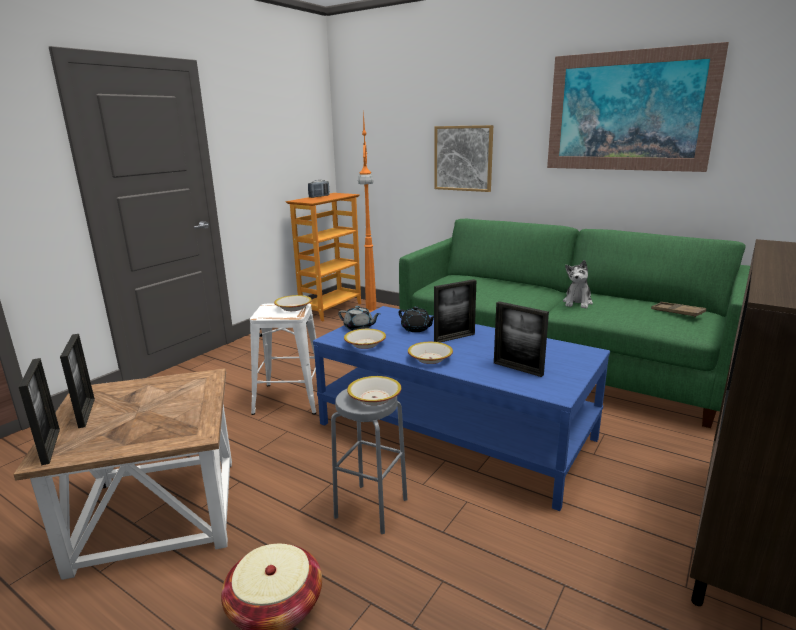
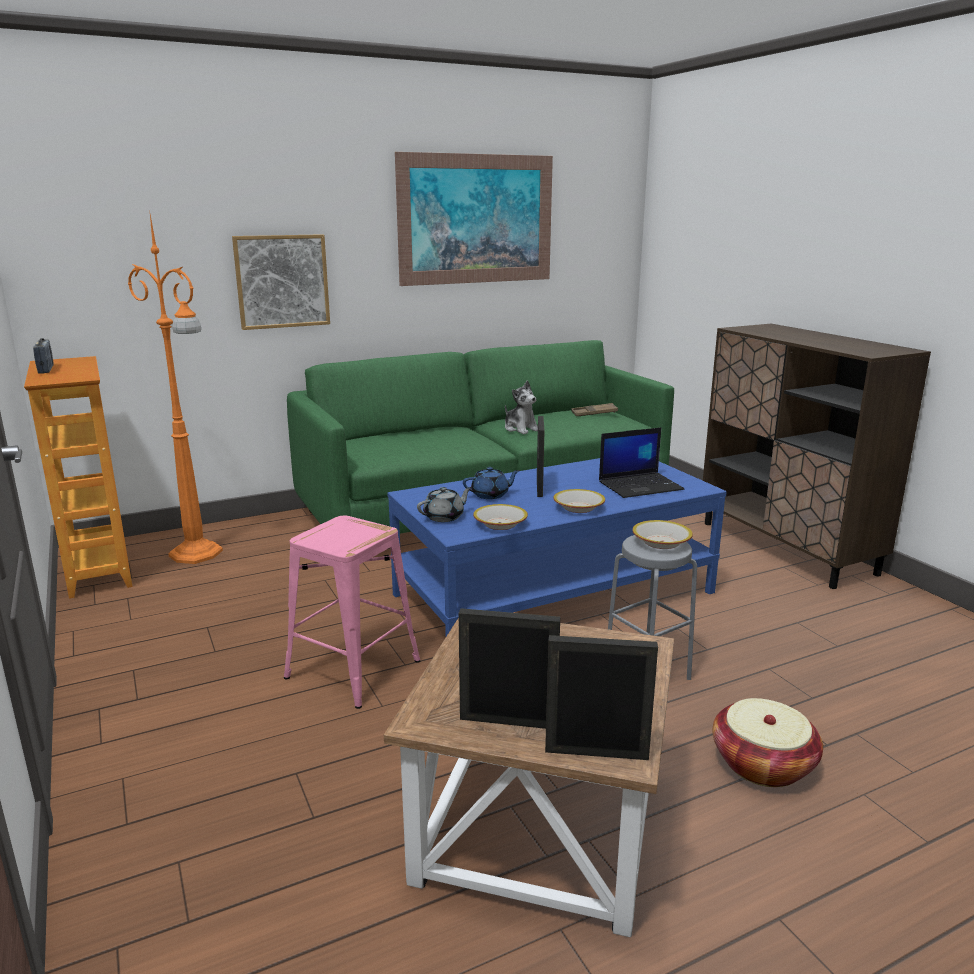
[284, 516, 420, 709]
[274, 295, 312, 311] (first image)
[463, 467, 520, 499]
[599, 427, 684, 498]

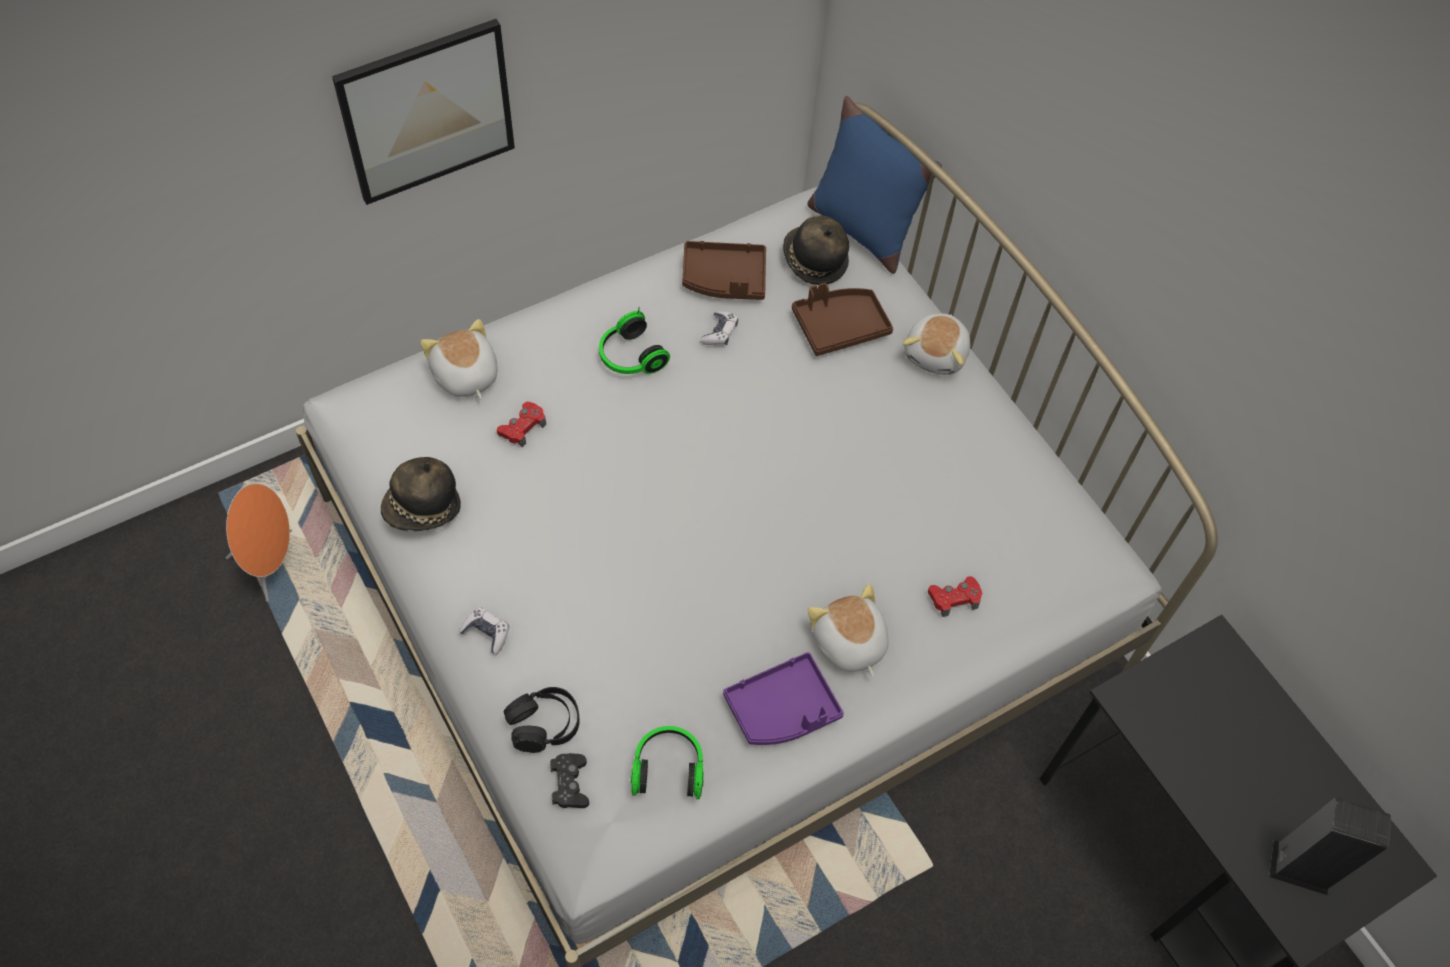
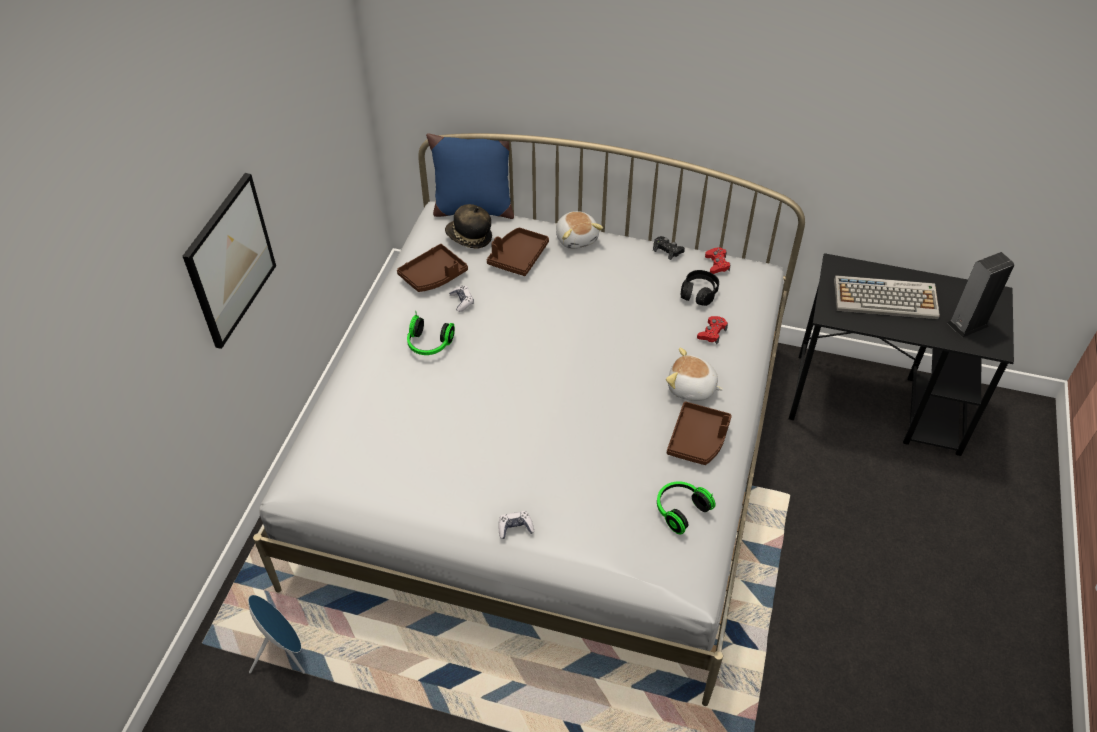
[248, 595, 305, 674]
[381, 457, 461, 531] (first image)
[420, 319, 498, 399] (first image)
[705, 247, 730, 274]
[681, 270, 719, 306]
[653, 236, 685, 260]
[667, 402, 732, 465]
[834, 275, 940, 319]

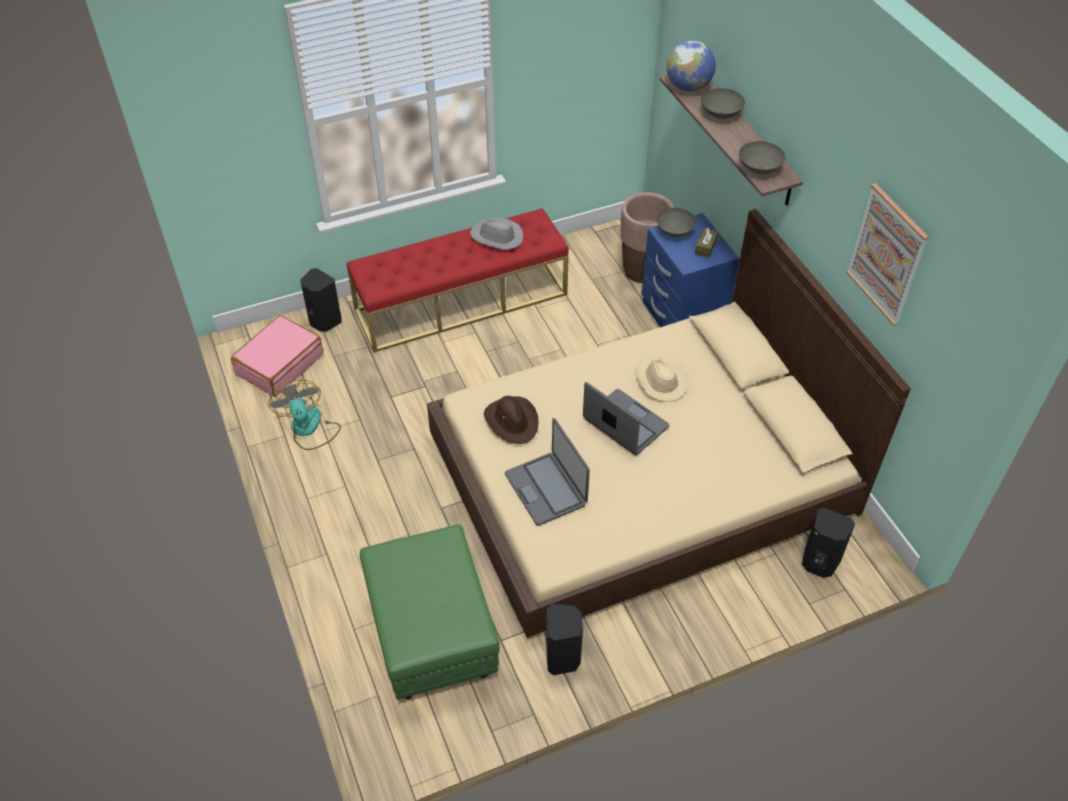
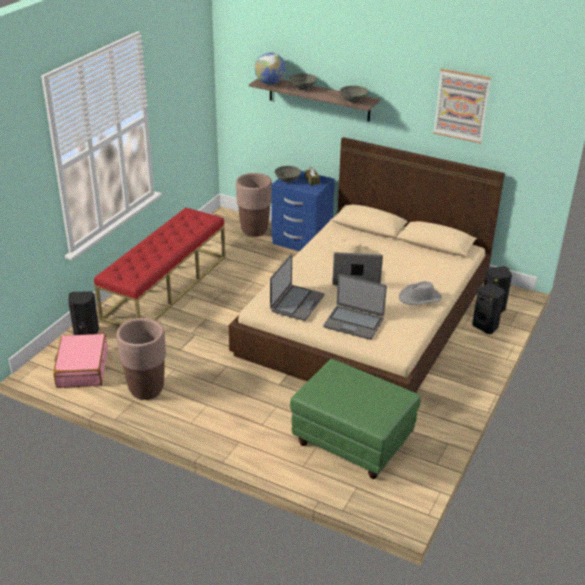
[116, 318, 166, 400]
[399, 281, 442, 305]
[270, 254, 324, 321]
[472, 284, 505, 334]

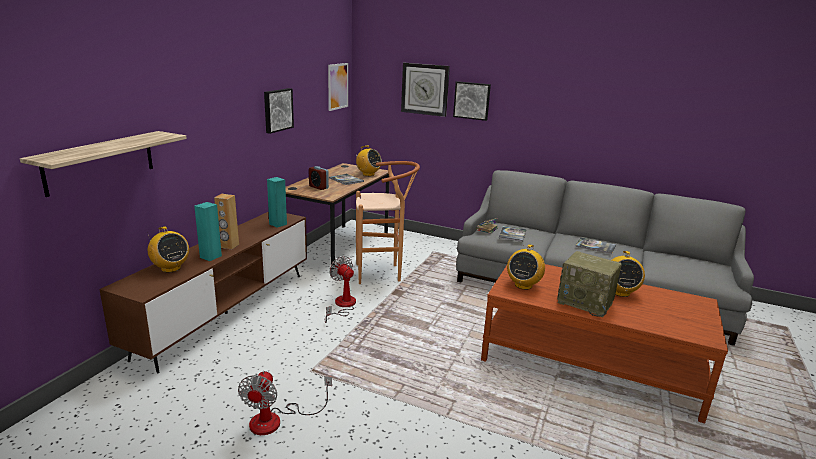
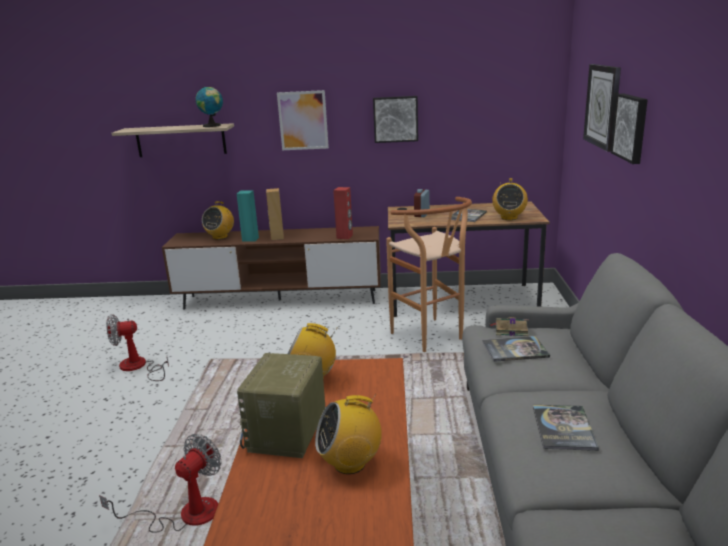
[333, 187, 353, 239]
[99, 434, 222, 533]
[277, 90, 329, 150]
[196, 87, 223, 127]

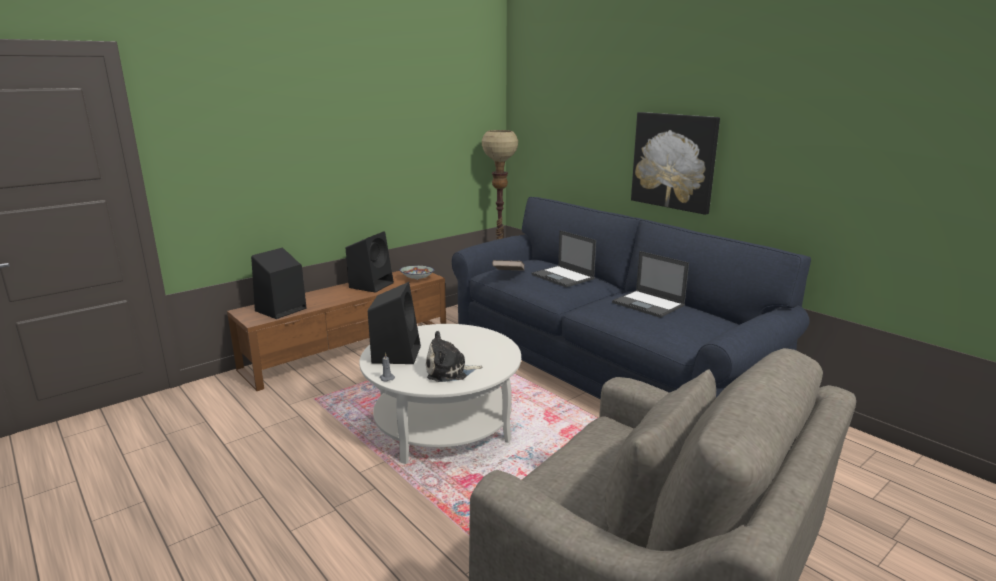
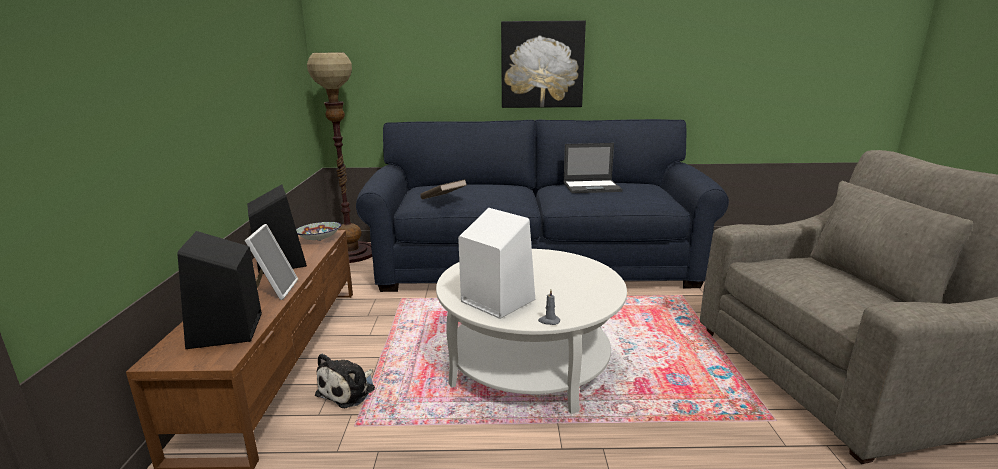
[458, 208, 535, 319]
[315, 353, 375, 408]
[532, 230, 596, 287] (first image)
[245, 224, 298, 300]

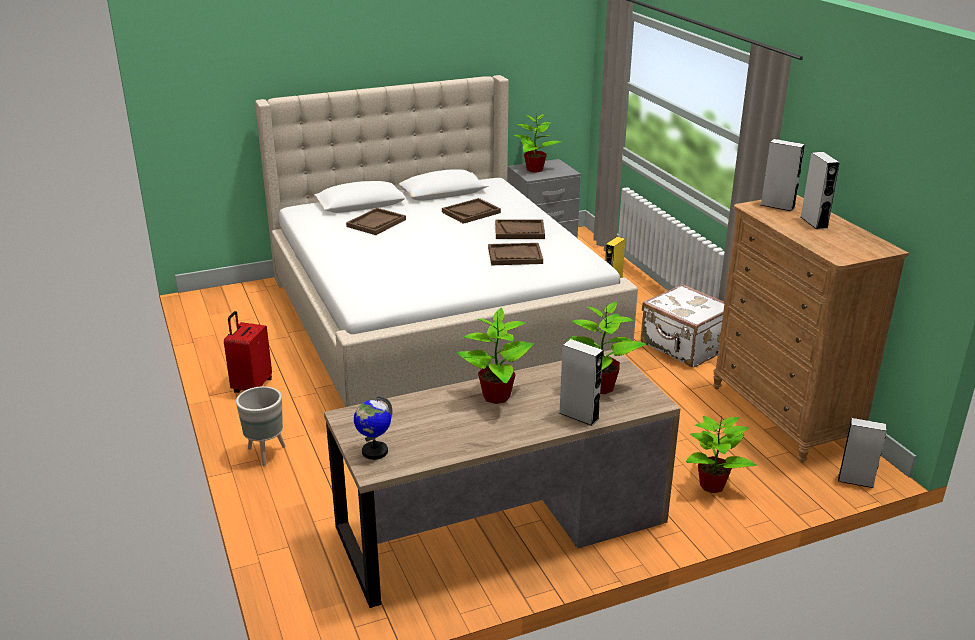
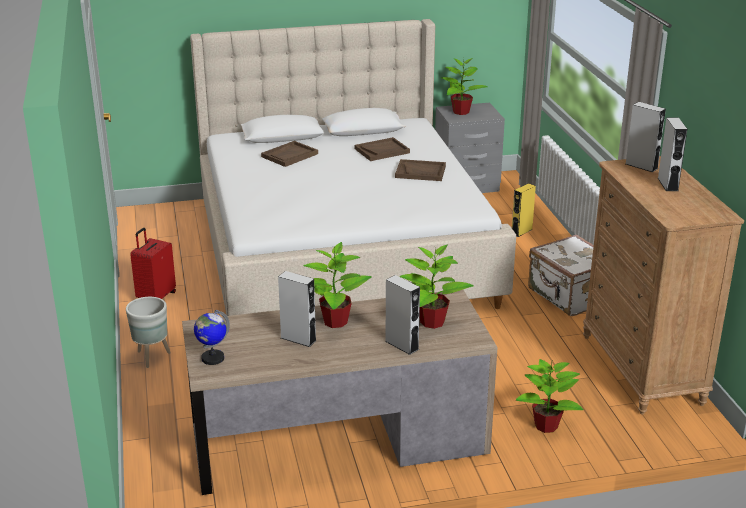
[488, 243, 543, 265] (first image)
[278, 271, 317, 347]

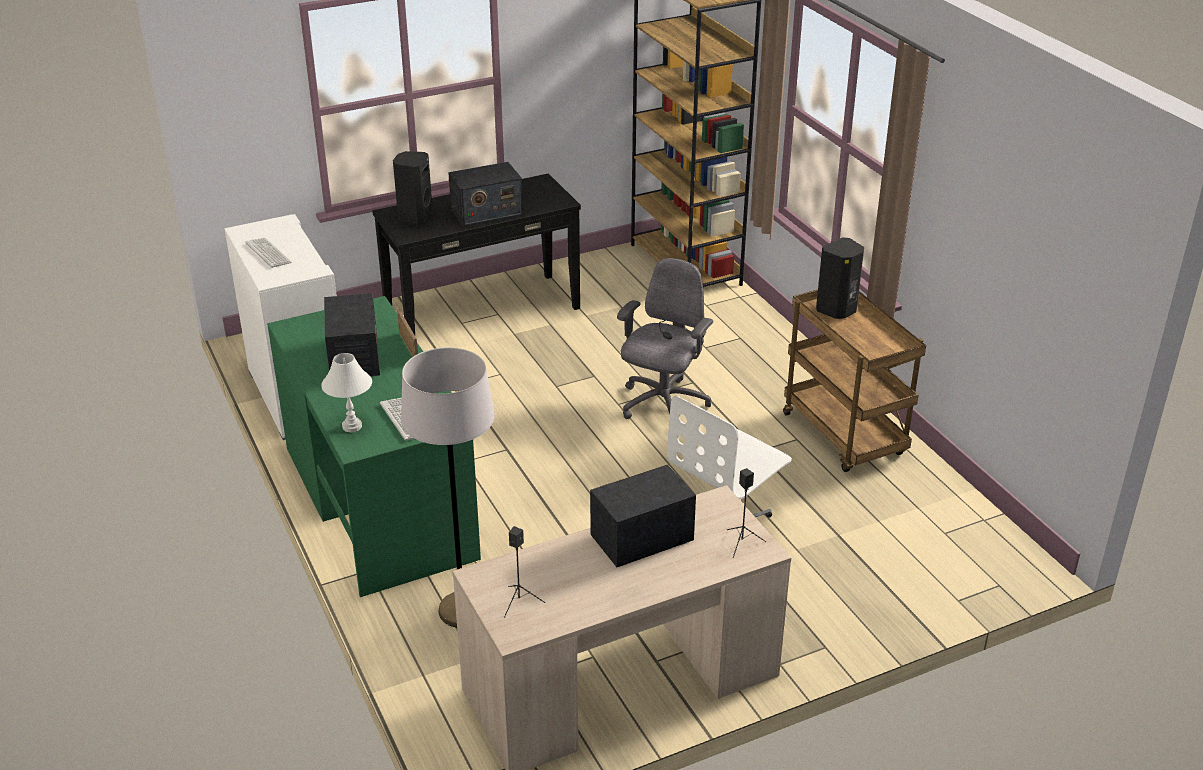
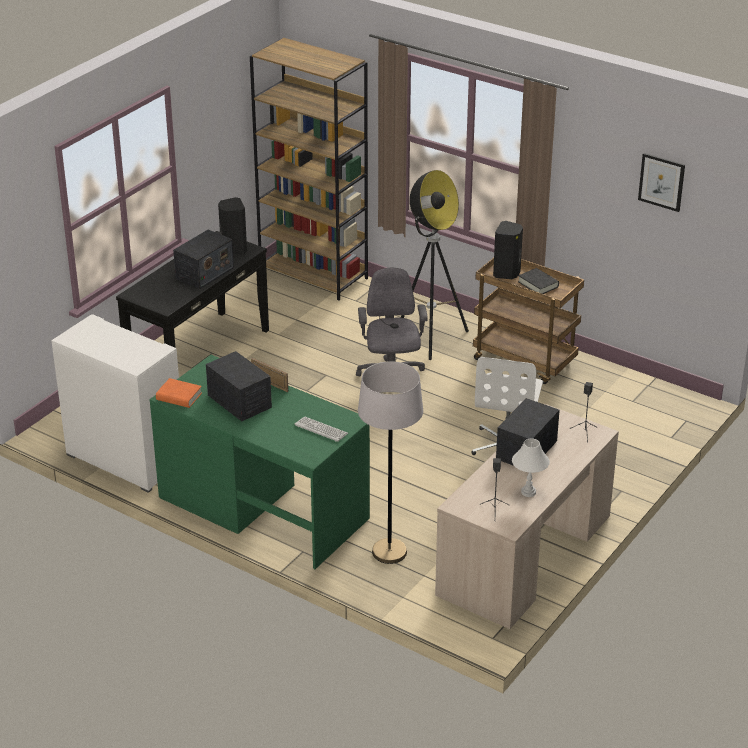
[245, 238, 292, 268] (first image)
[512, 438, 550, 497]
[218, 197, 247, 254]
[156, 378, 202, 408]
[401, 170, 469, 360]
[518, 268, 559, 294]
[638, 153, 685, 212]

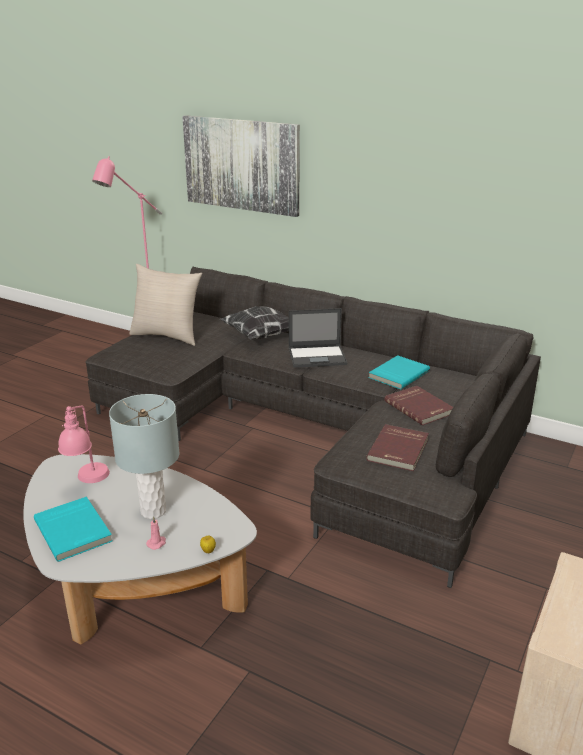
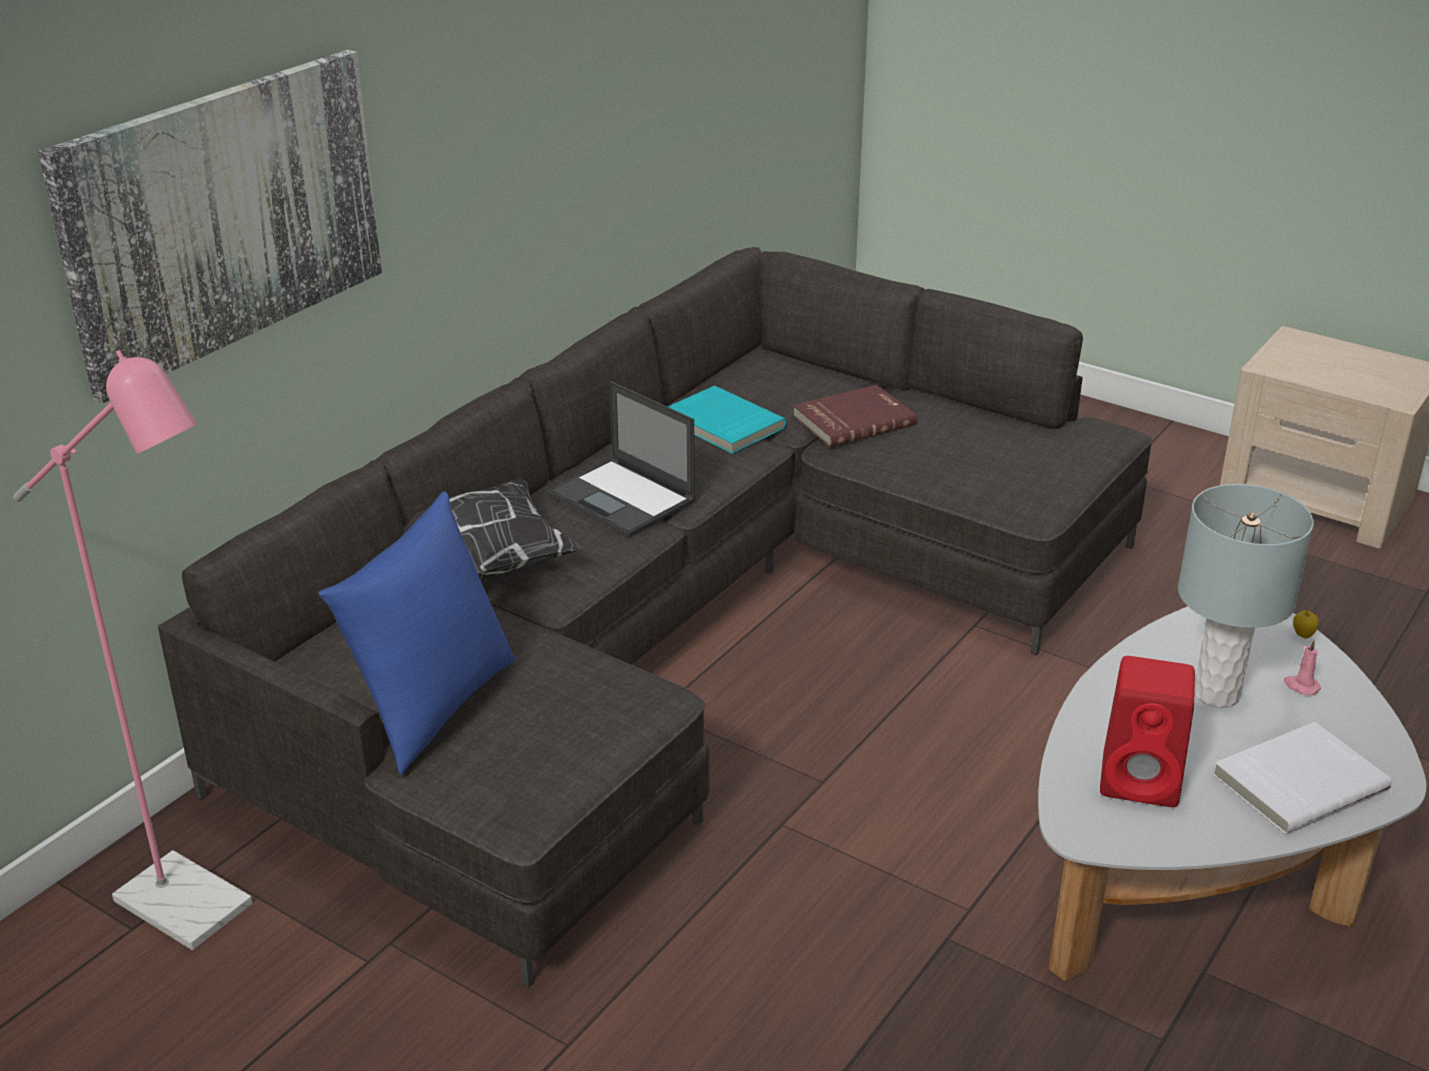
[1213, 722, 1391, 835]
[1100, 656, 1195, 807]
[318, 491, 515, 775]
[549, 381, 696, 537]
[366, 424, 429, 471] (first image)

